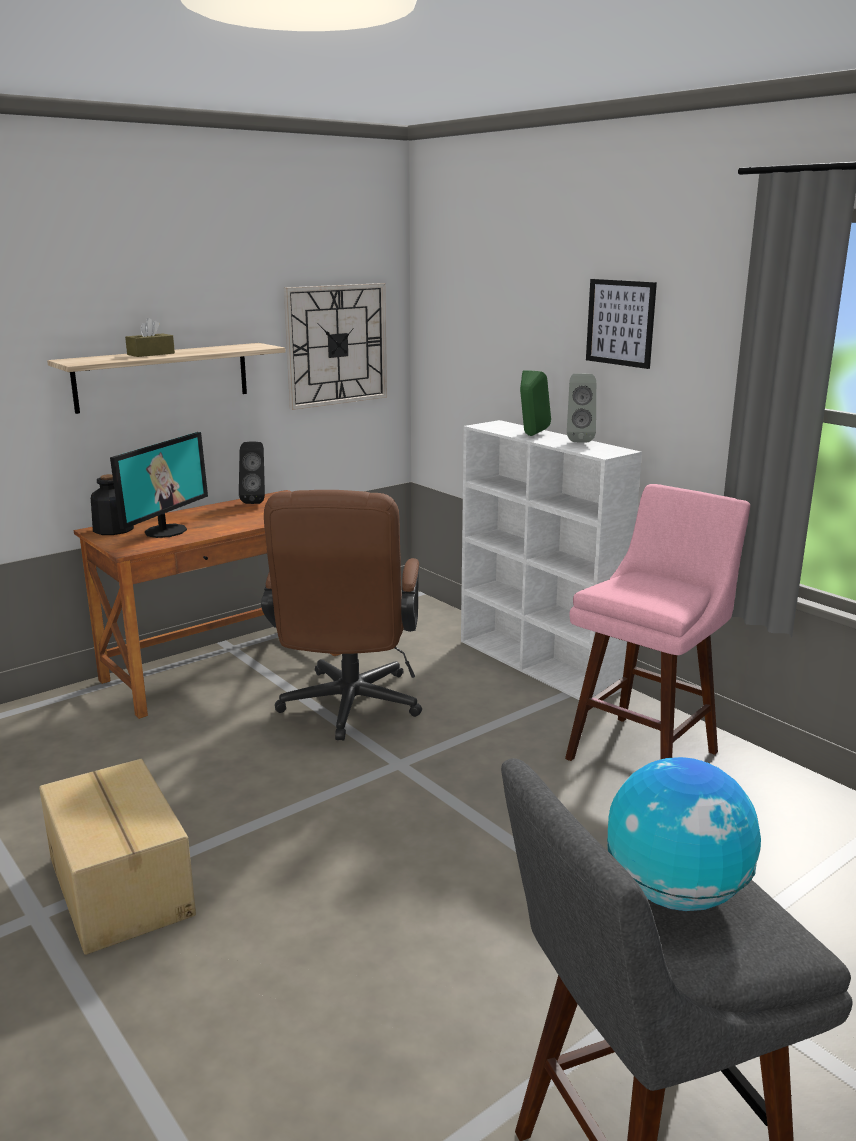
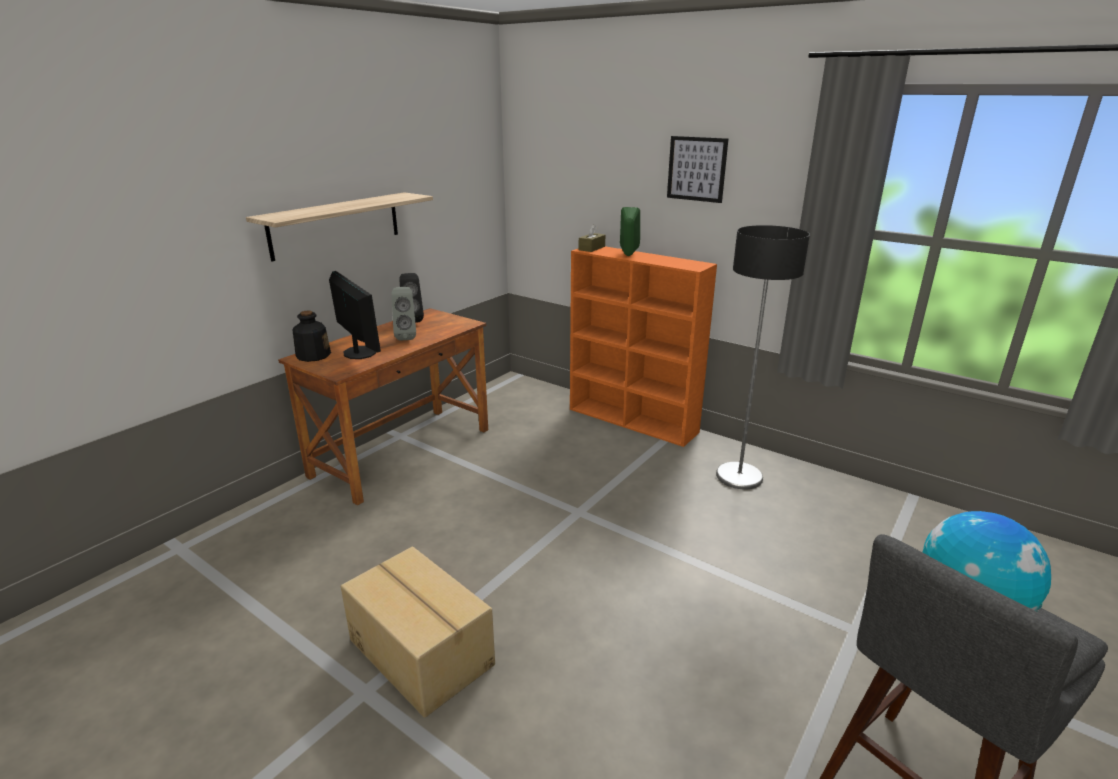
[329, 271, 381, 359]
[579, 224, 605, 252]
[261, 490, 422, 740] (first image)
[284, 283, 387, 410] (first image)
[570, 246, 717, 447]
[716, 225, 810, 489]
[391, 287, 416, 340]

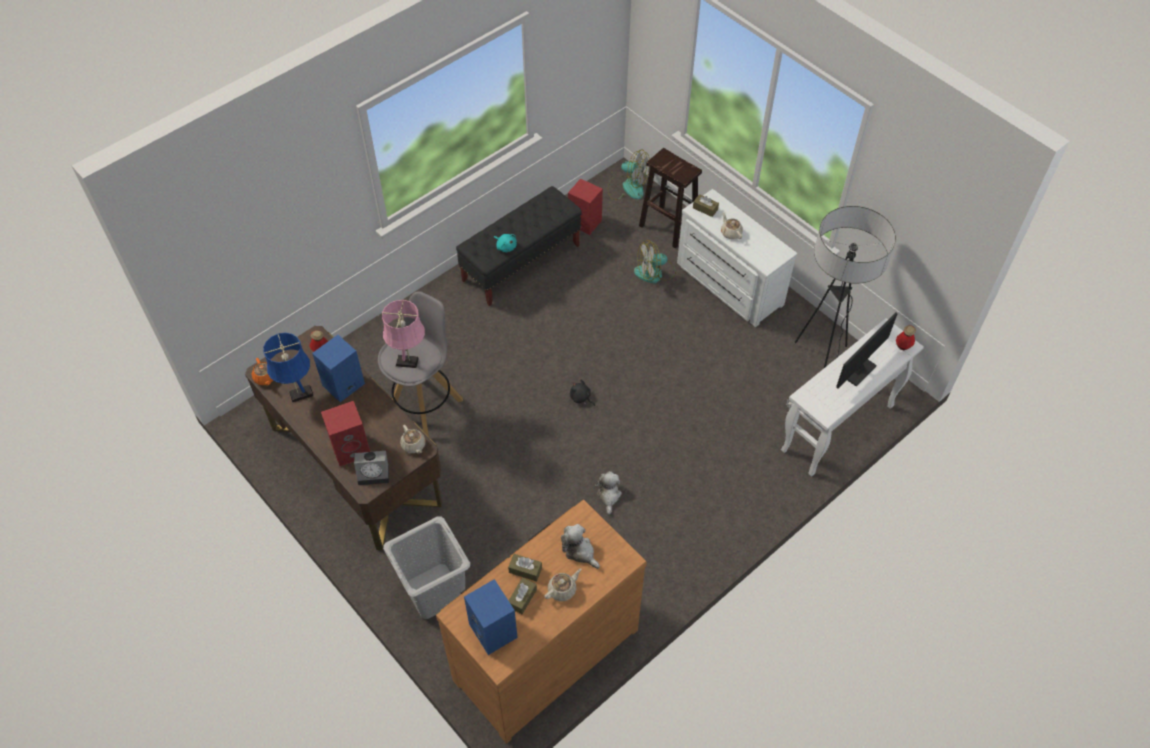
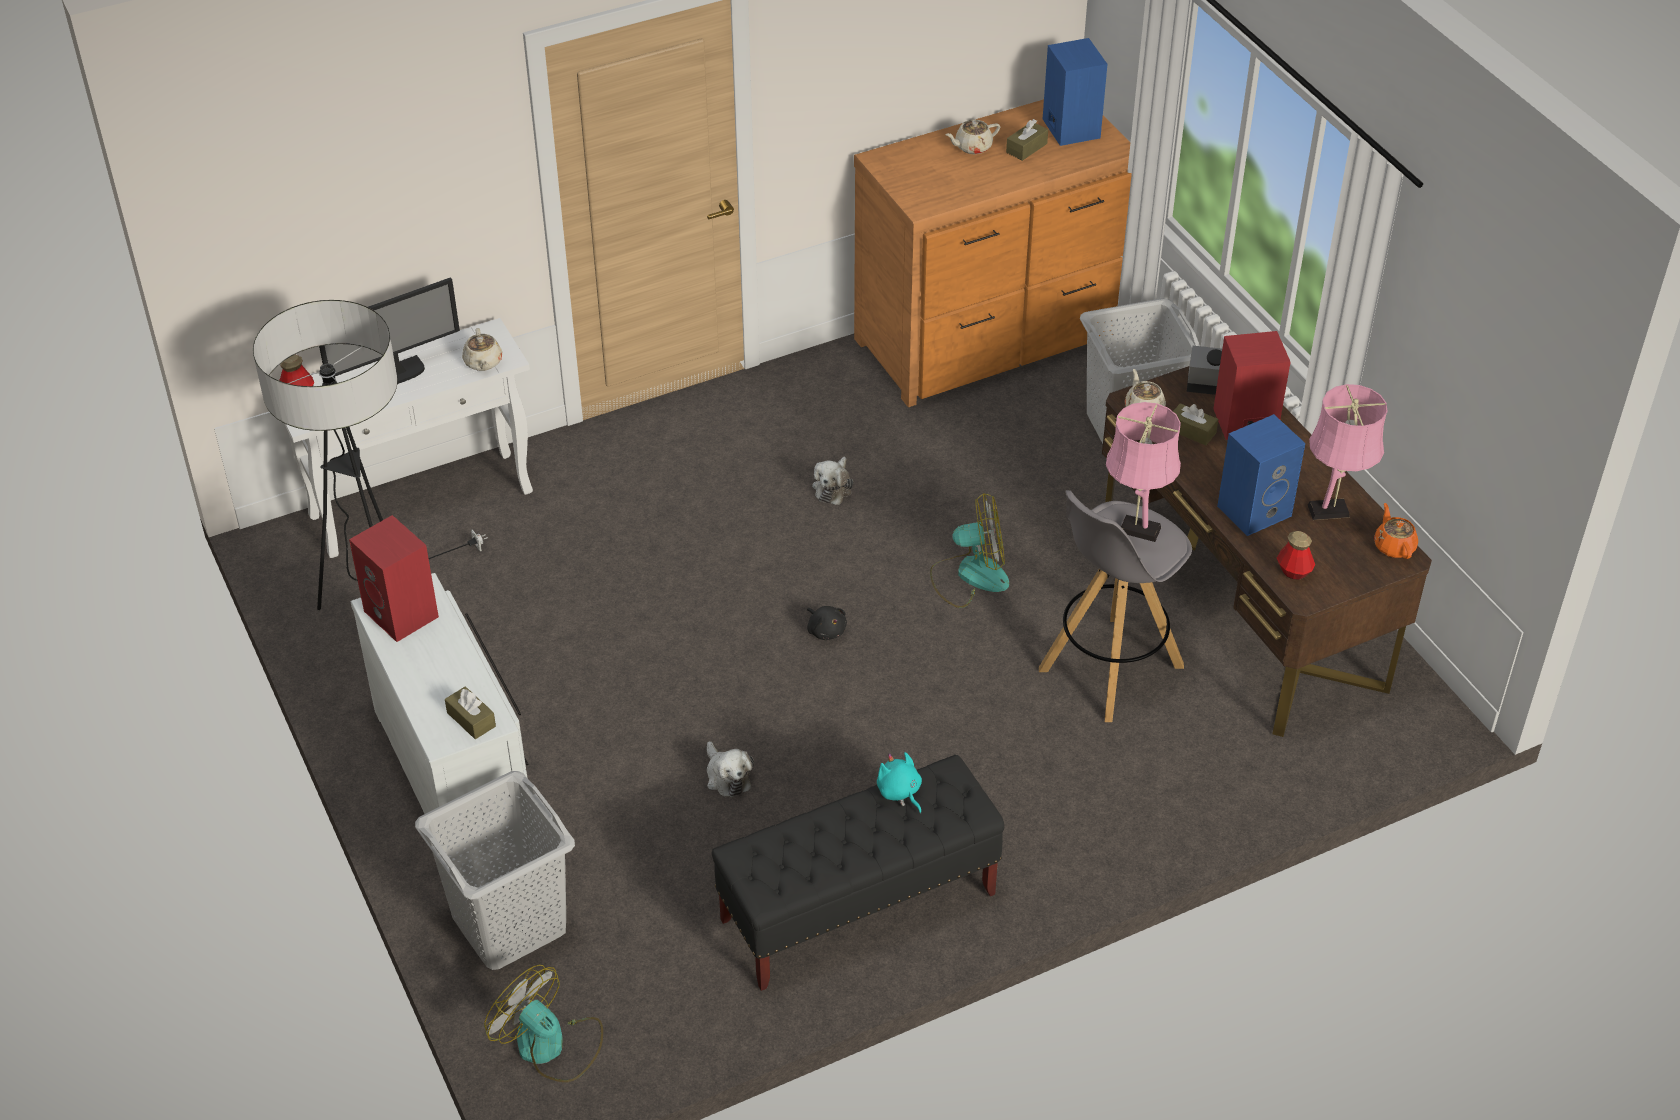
[1308, 384, 1387, 520]
[1173, 403, 1219, 445]
[707, 741, 754, 798]
[349, 515, 439, 642]
[930, 493, 1009, 608]
[415, 771, 575, 970]
[462, 328, 502, 371]

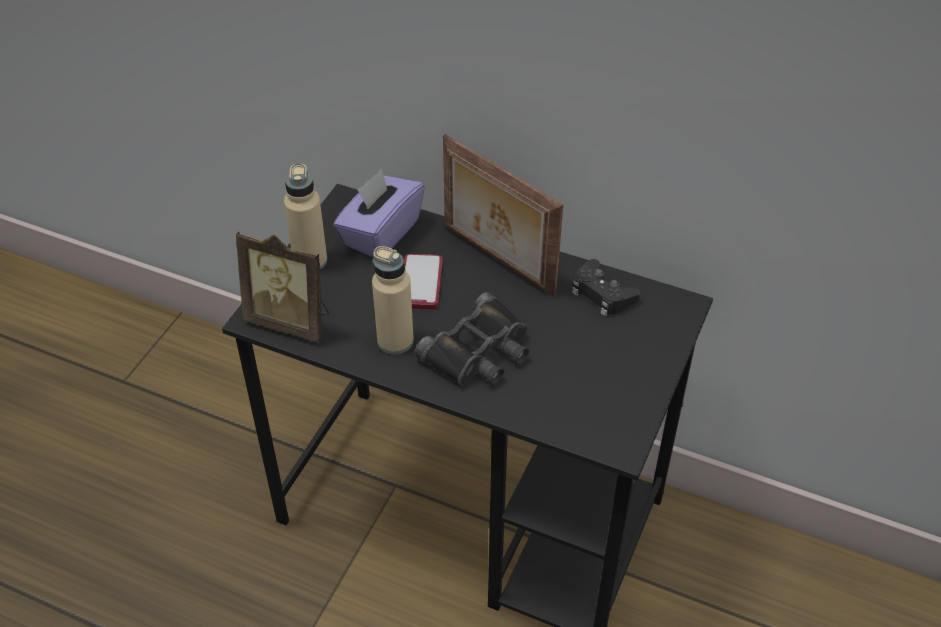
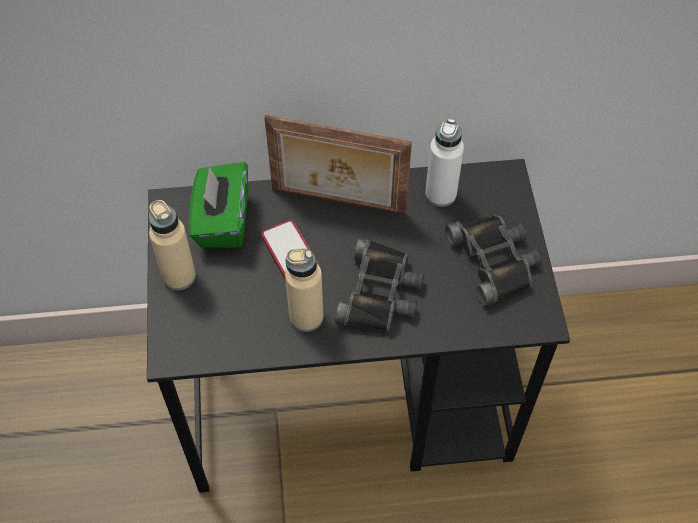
[236, 232, 329, 343] (first image)
[189, 162, 248, 248]
[425, 118, 464, 207]
[445, 215, 541, 306]

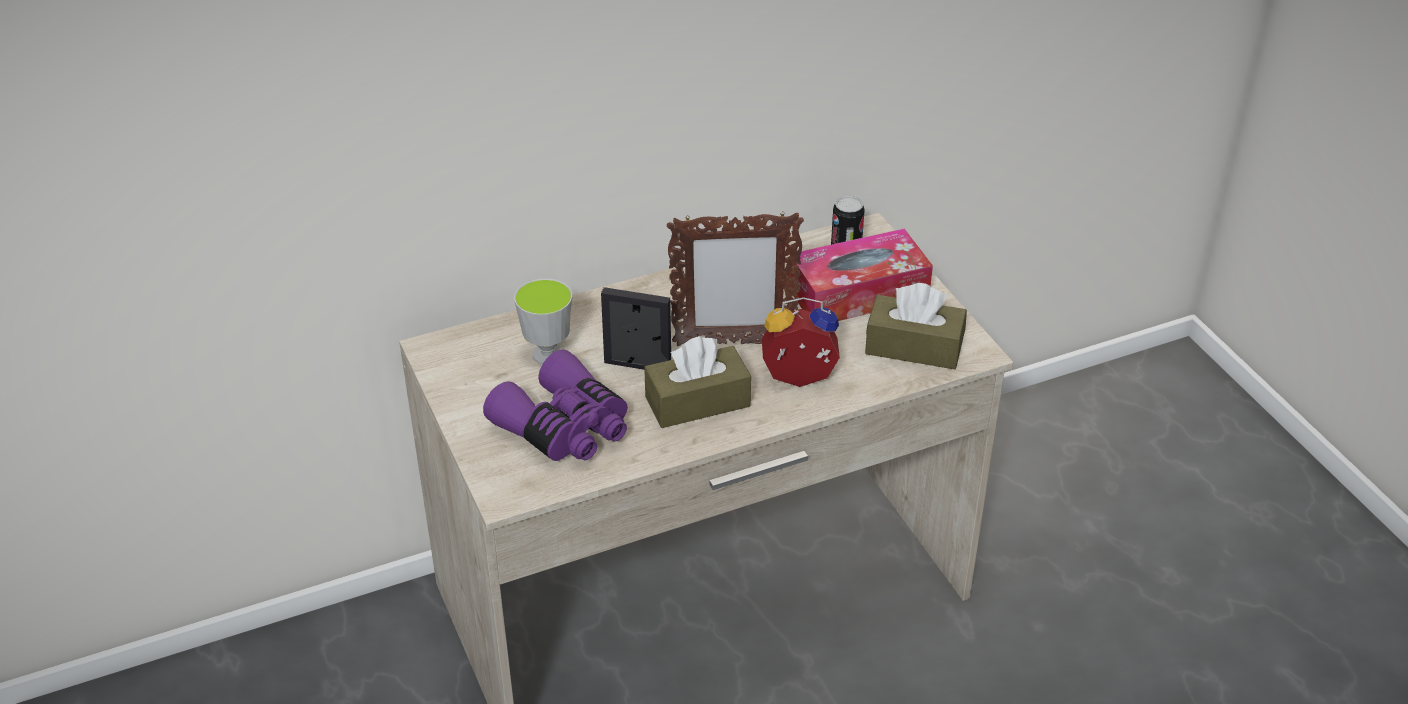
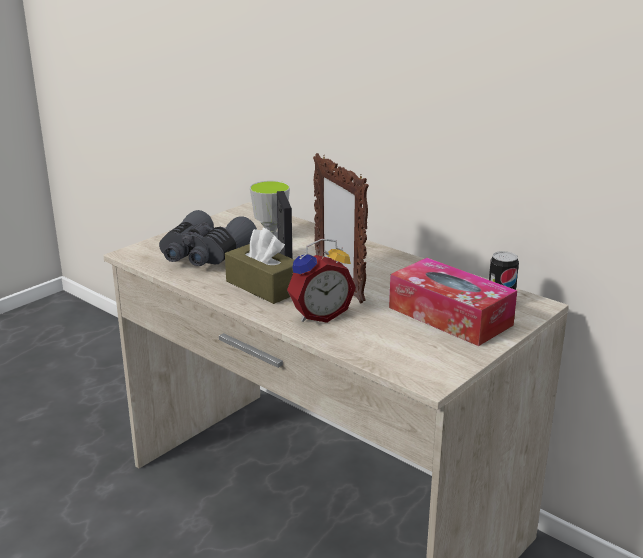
[159, 210, 257, 266]
[287, 239, 356, 323]
[865, 283, 967, 369] (first image)

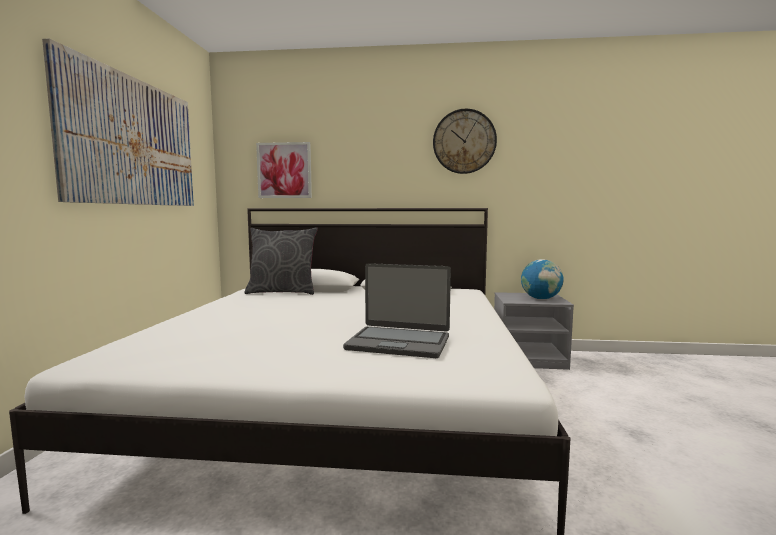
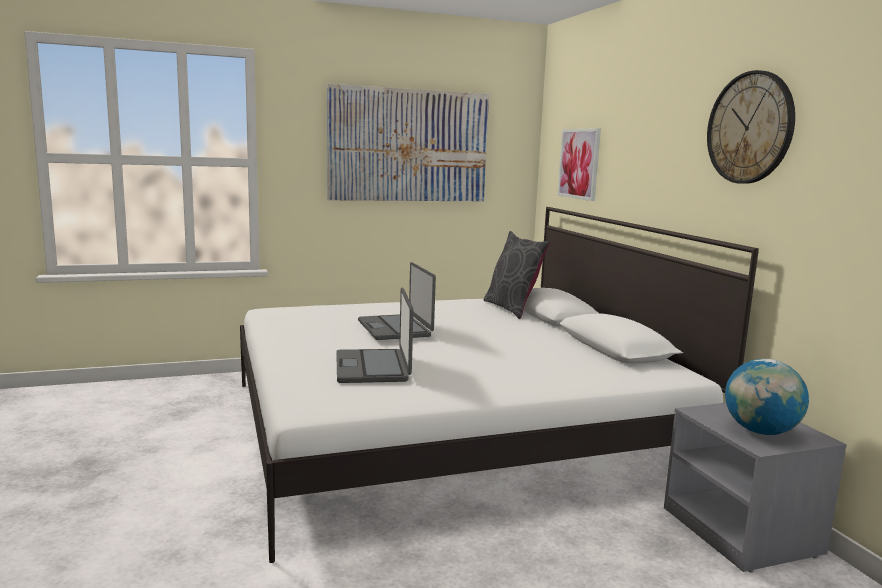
[358, 262, 436, 340]

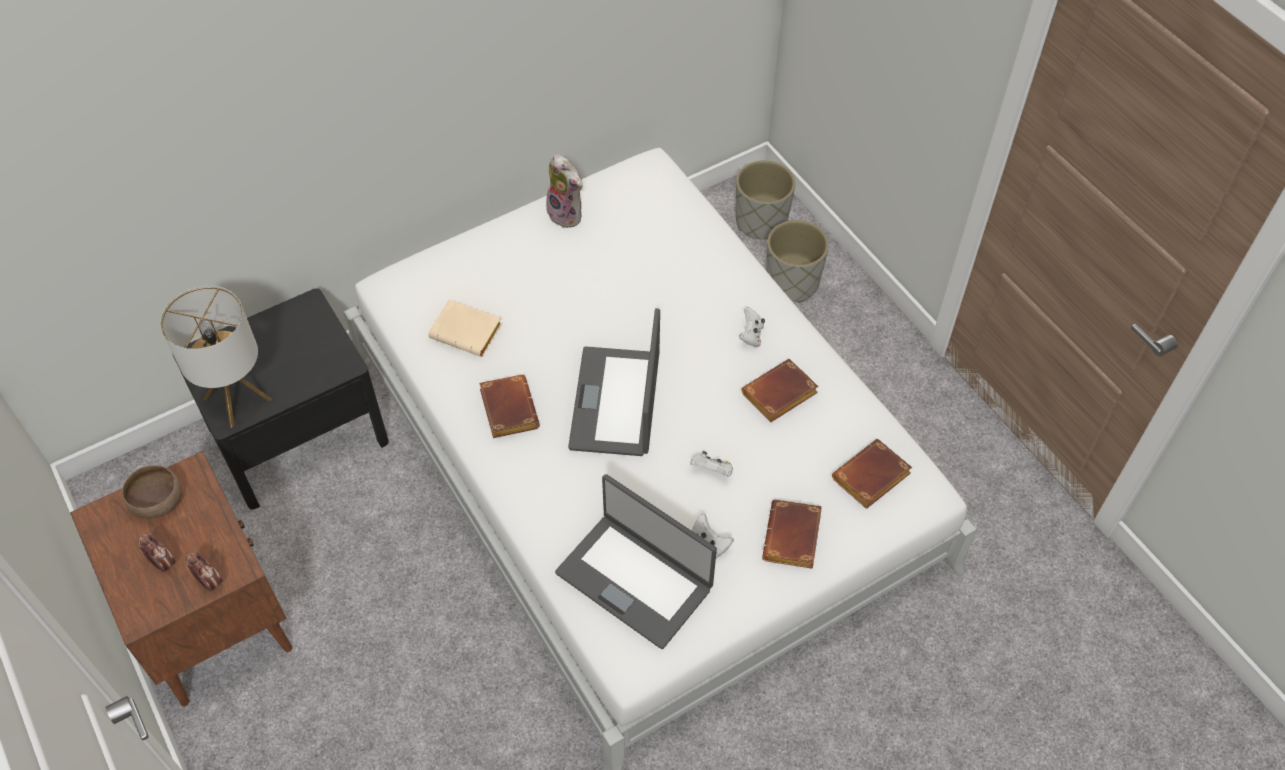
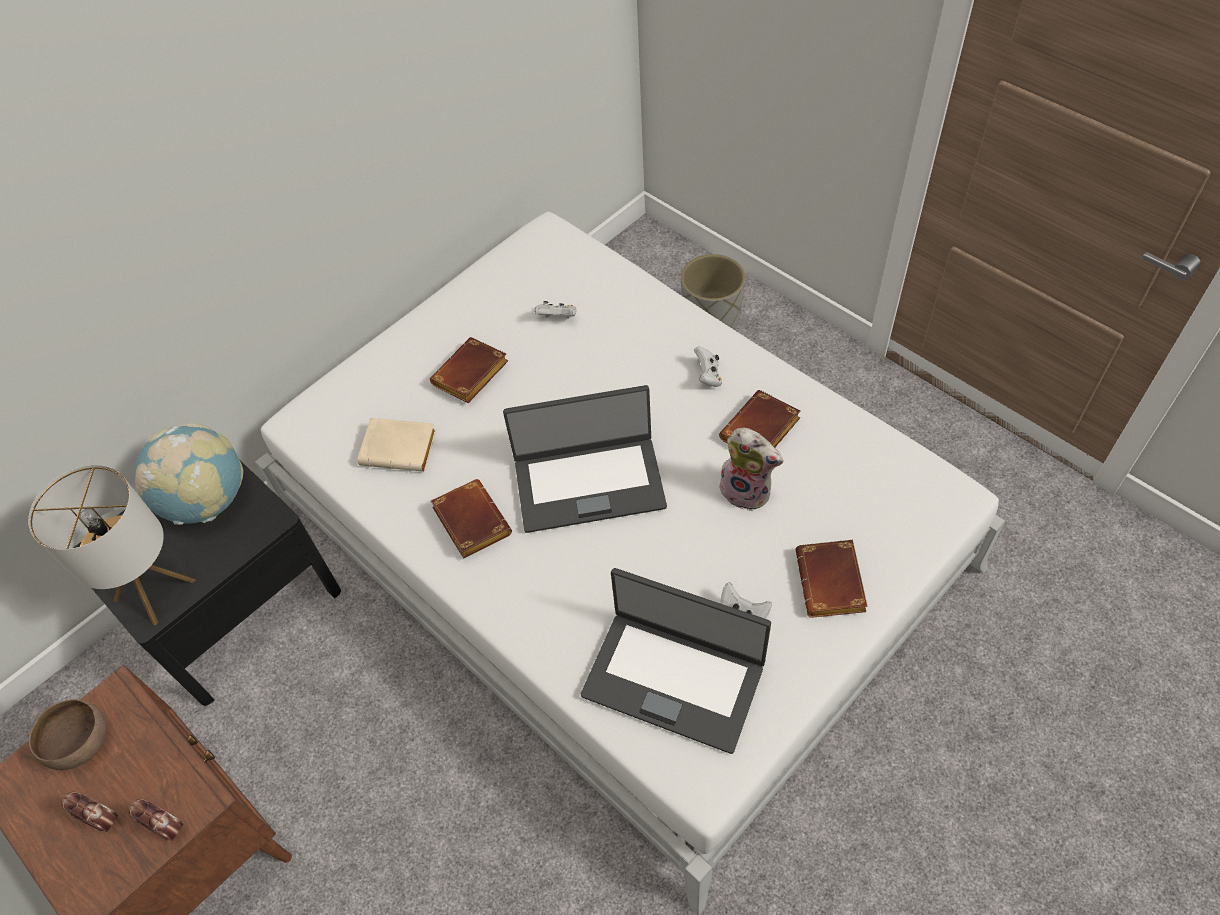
[717, 428, 783, 511]
[503, 385, 667, 533]
[534, 301, 577, 318]
[736, 160, 795, 240] (first image)
[430, 337, 508, 403]
[134, 423, 243, 525]

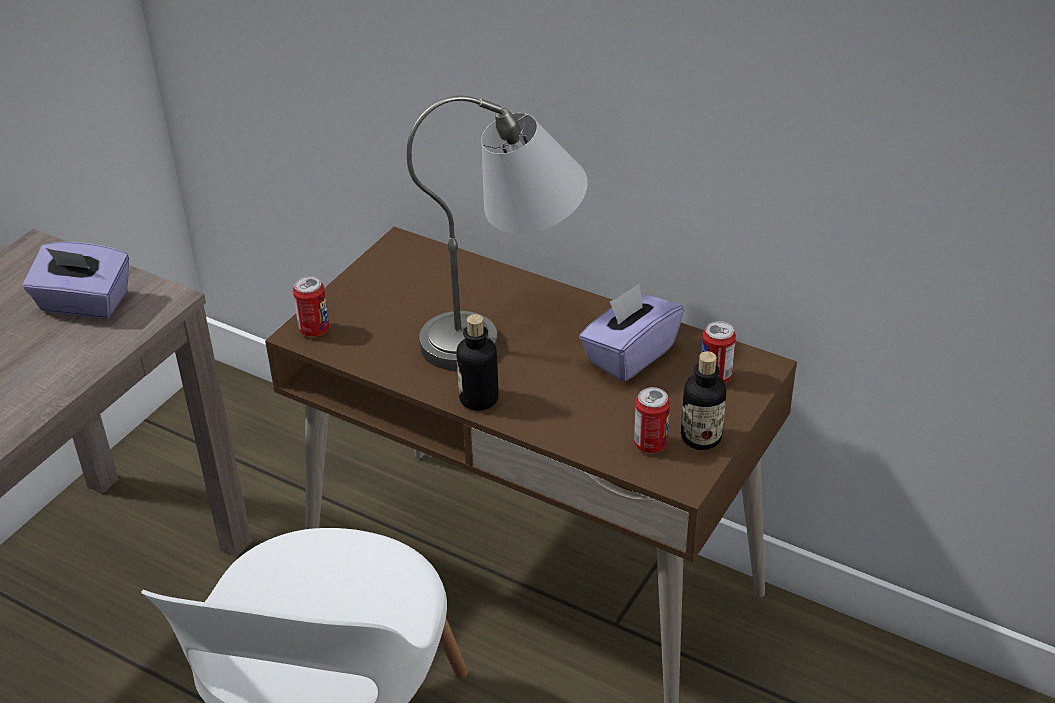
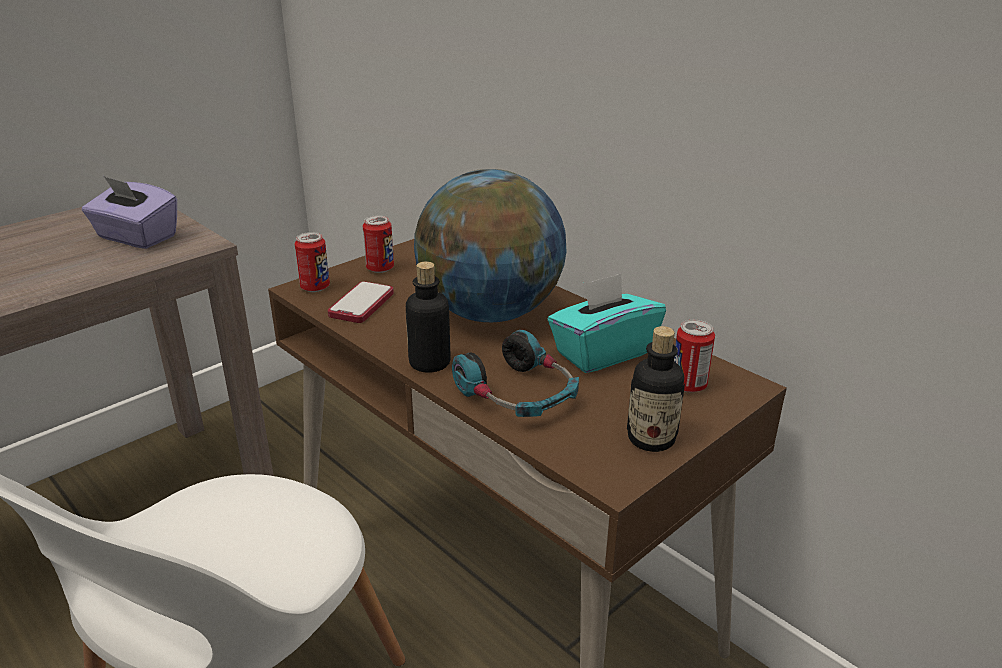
[414, 169, 566, 322]
[548, 273, 666, 373]
[363, 215, 394, 273]
[328, 281, 394, 323]
[452, 330, 579, 417]

